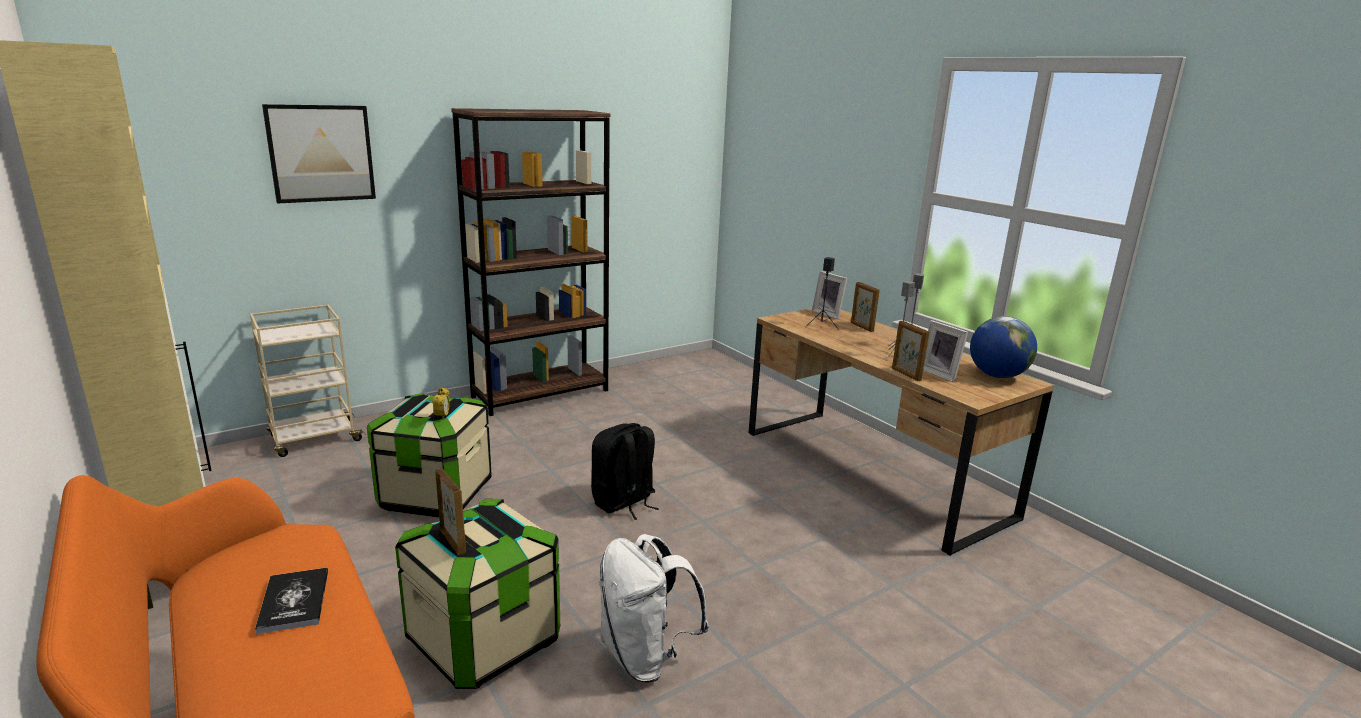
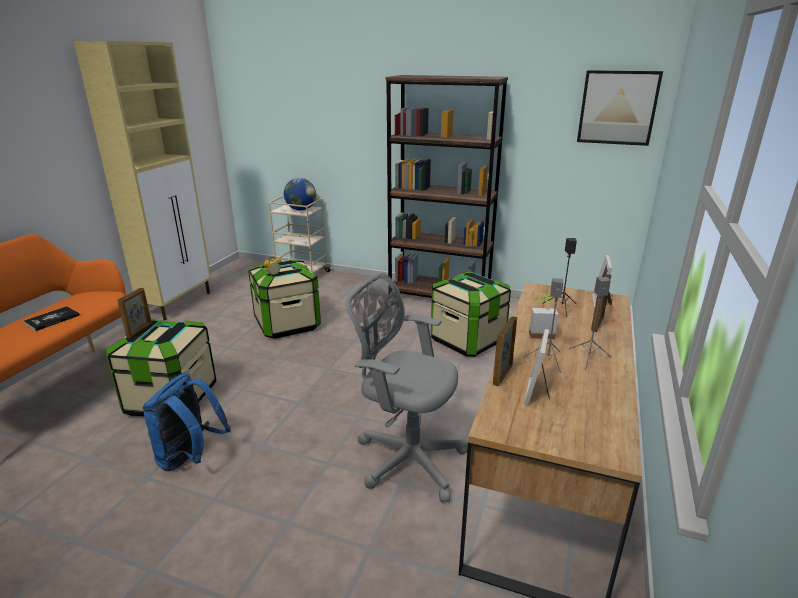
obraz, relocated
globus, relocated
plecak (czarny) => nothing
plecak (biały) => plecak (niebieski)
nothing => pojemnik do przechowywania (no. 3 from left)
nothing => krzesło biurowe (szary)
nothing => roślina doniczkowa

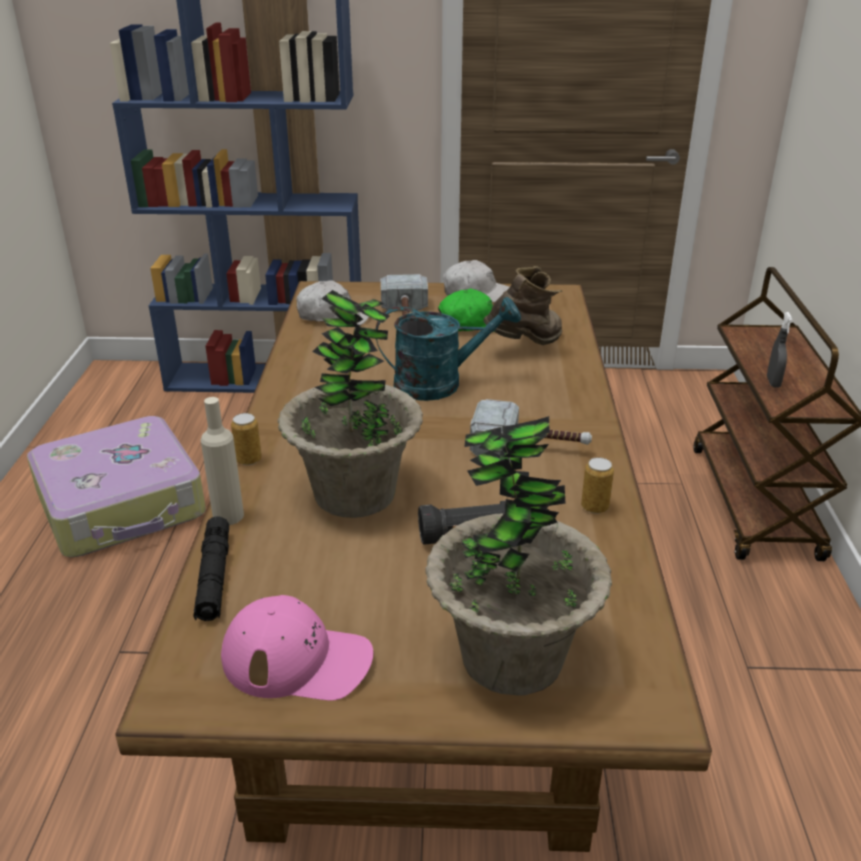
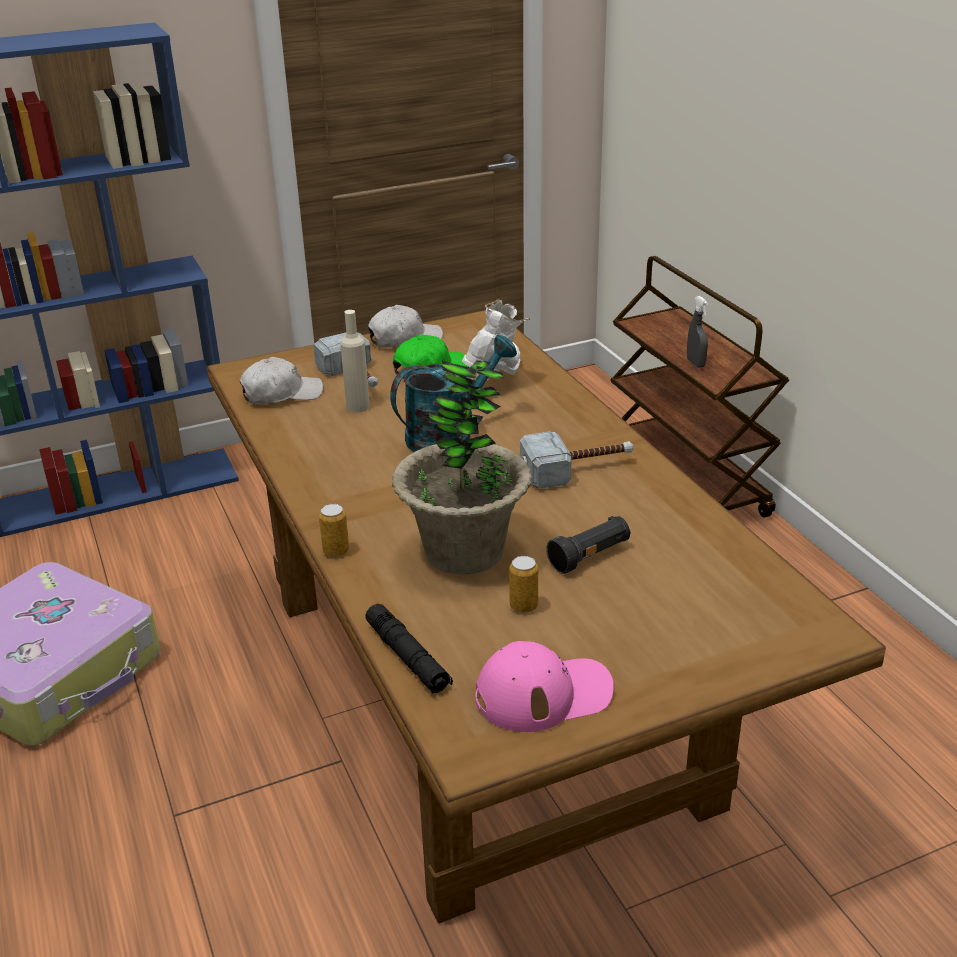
but z cholewką (brązowy) => but z cholewką (biały)
butelka (beżowy), relocated
roślina doniczkowa (no. 2 from left) => nothing
puszka (no. 2 from left), relocated

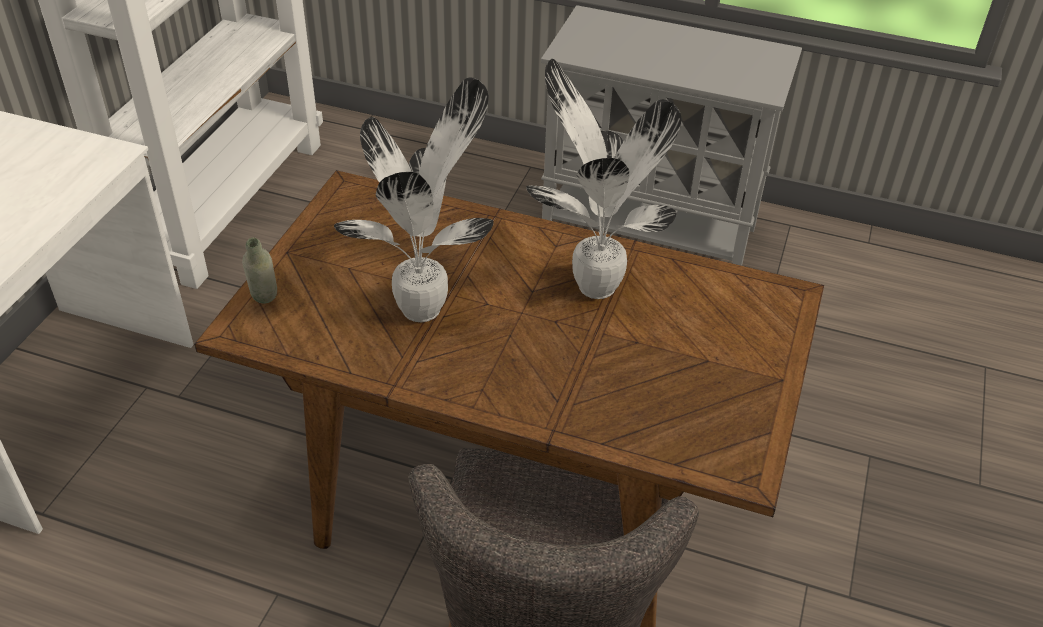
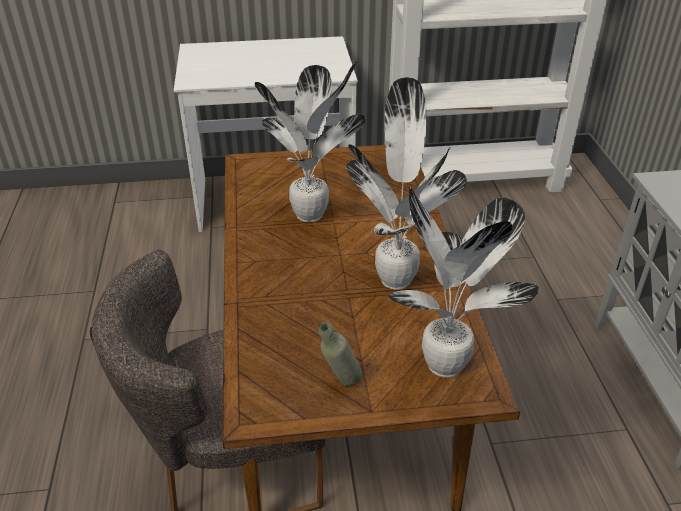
butelka (szary), relocated
nothing => roślina doniczkowa (no. 3 from left)

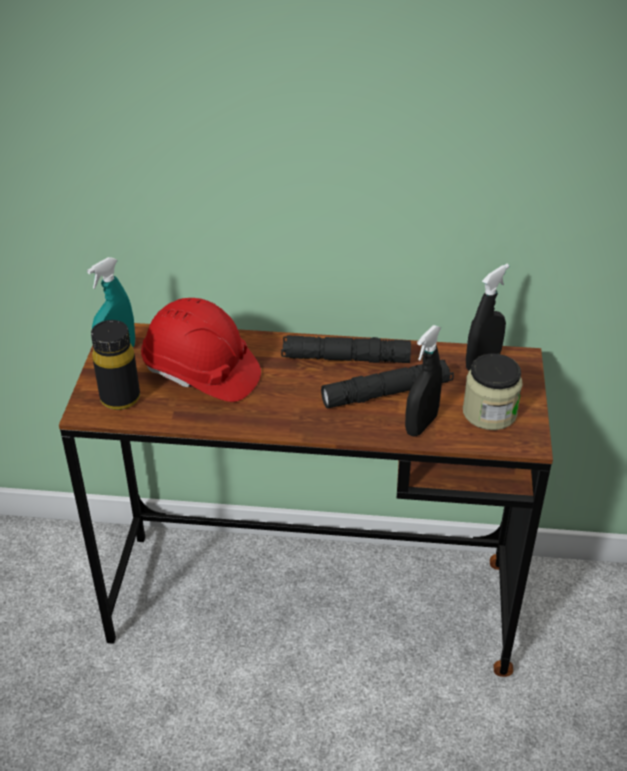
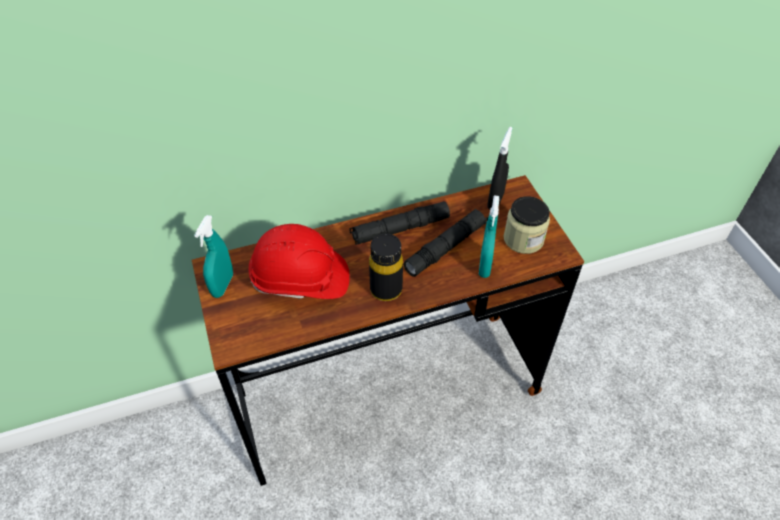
butelka (czarny), relocated
spryskiwacz (czarny) (no. 1 from left) => spryskiwacz (turkusowy) (no. 2 from left)

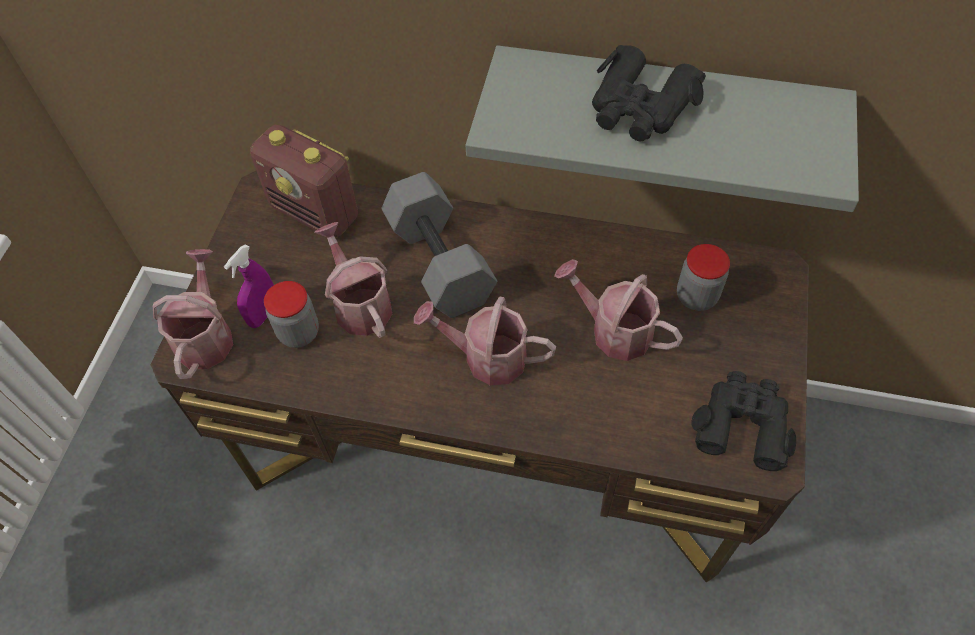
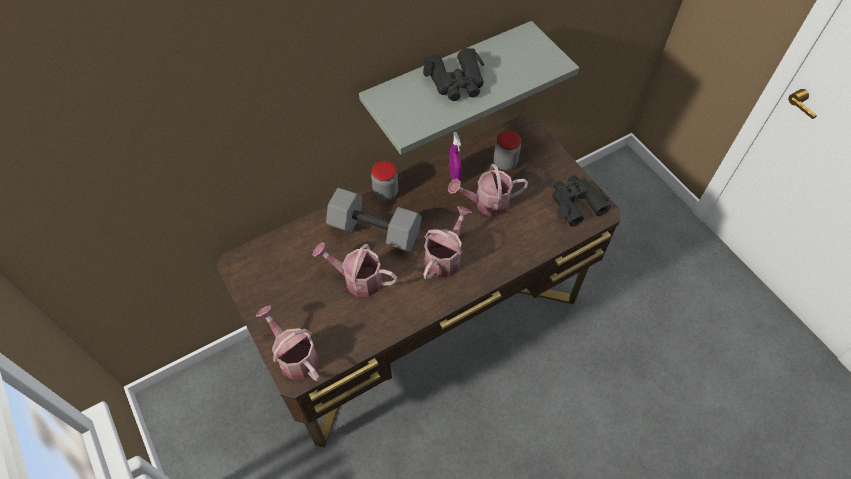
radio => nothing
spryskiwacz (fioletowy), relocated
słoik (no. 1 from left), relocated
konewka (no. 3 from left), 150 degrees clockwise

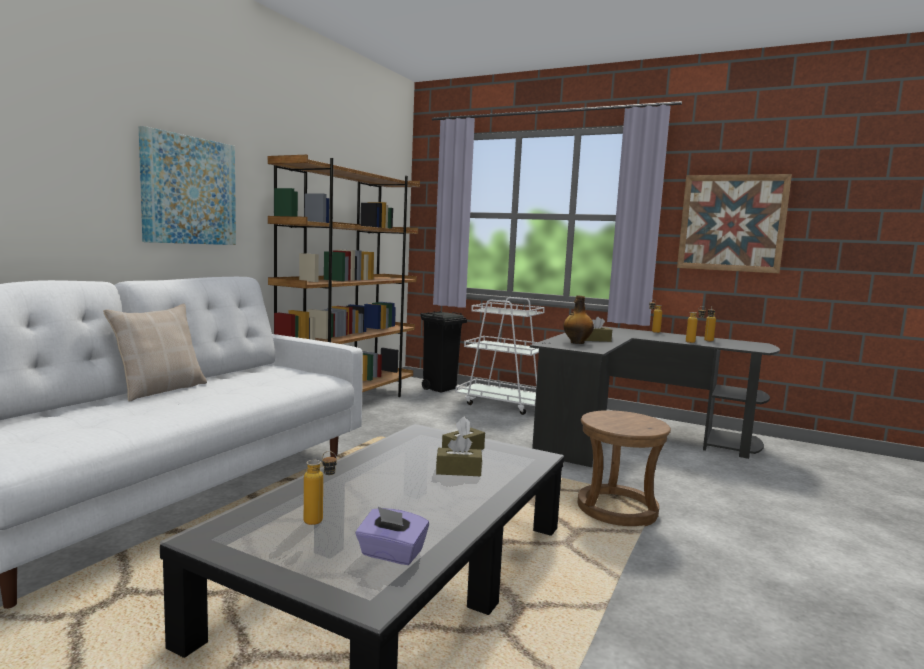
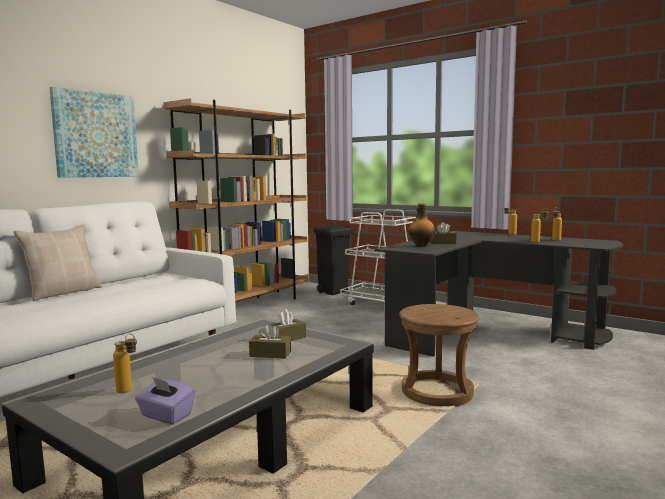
obraz (no. 2 from left) => nothing

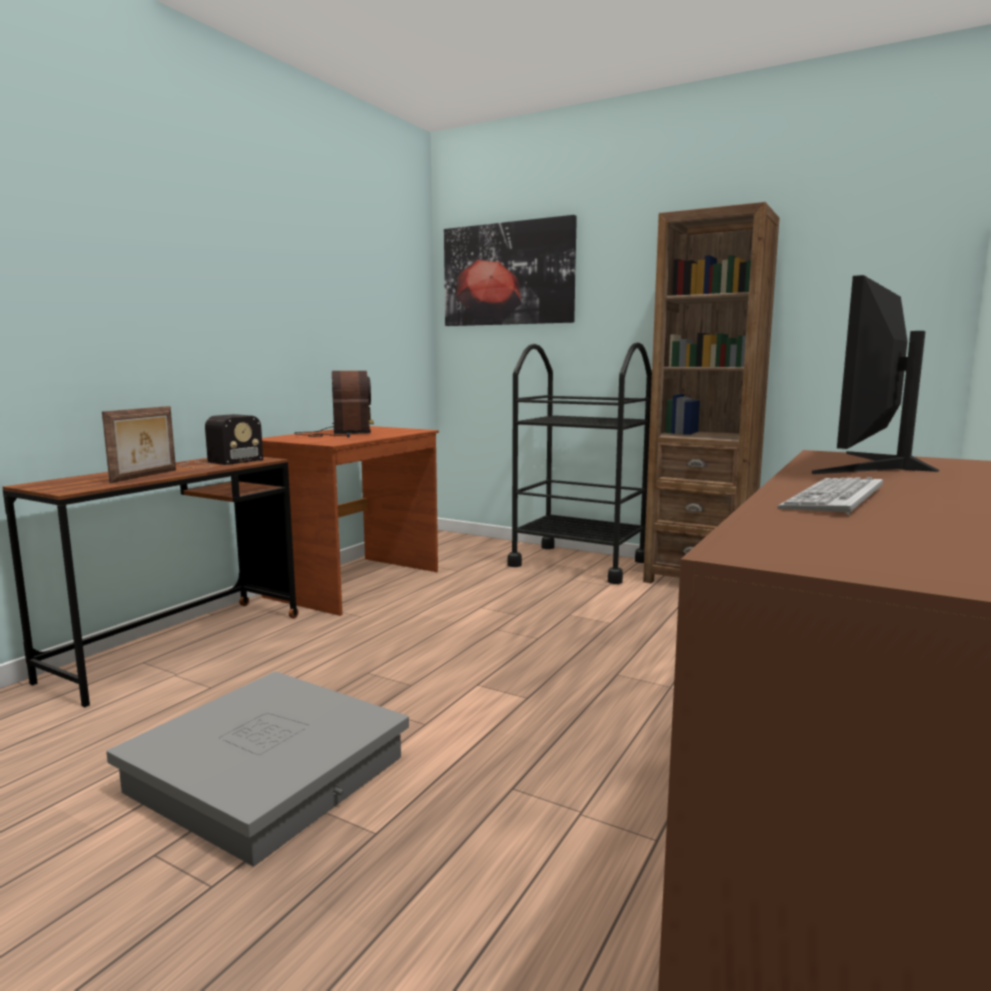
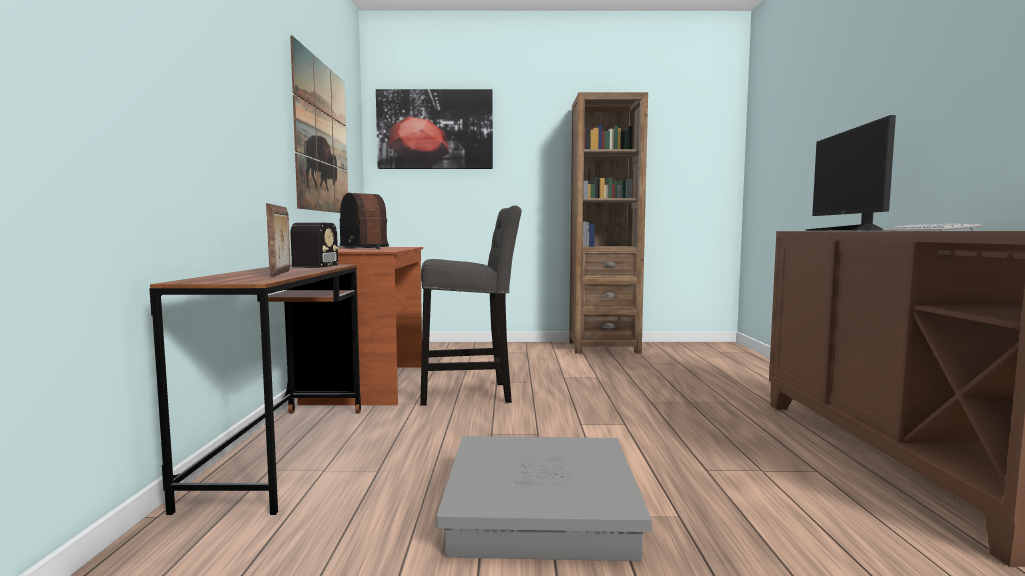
wózek (czarny) => nothing
nothing => obraz (no. 1 from left)
nothing => stołek (szary)

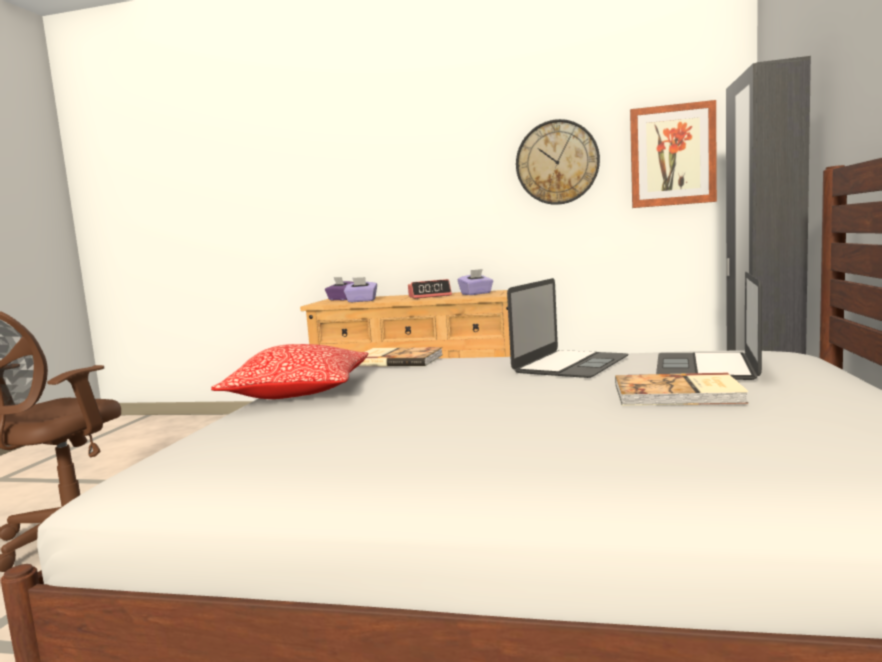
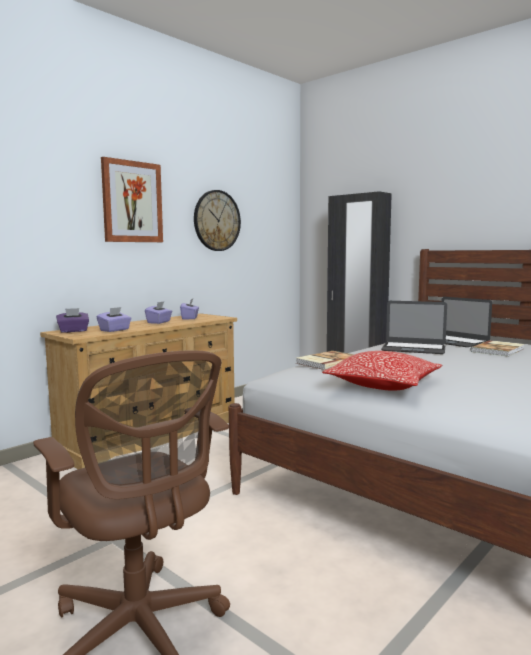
obraz, relocated
laptop (no. 1 from left), 135 degrees clockwise
budzik => pudełko chusteczek (fioletowy) (no. 3 from left)

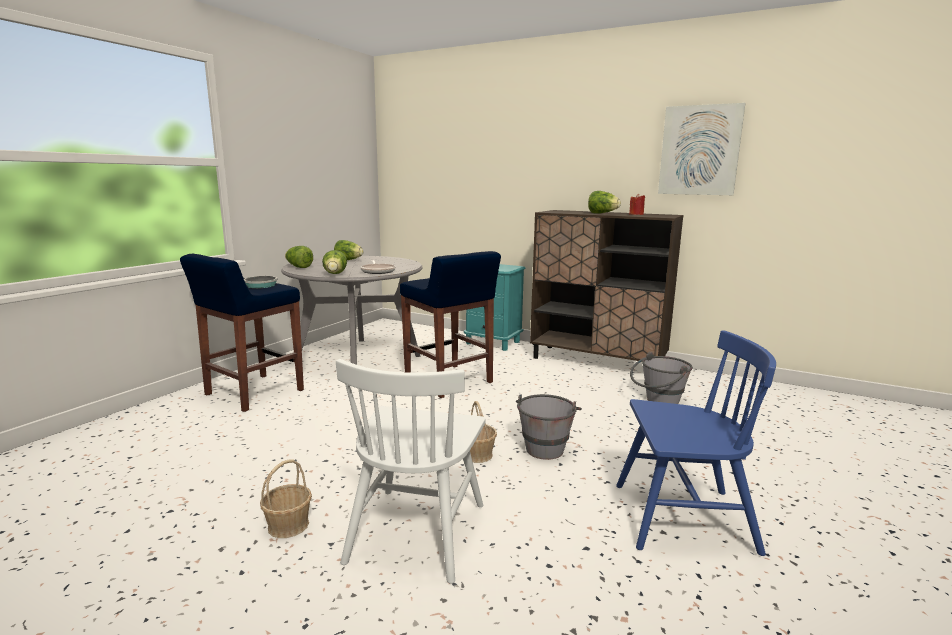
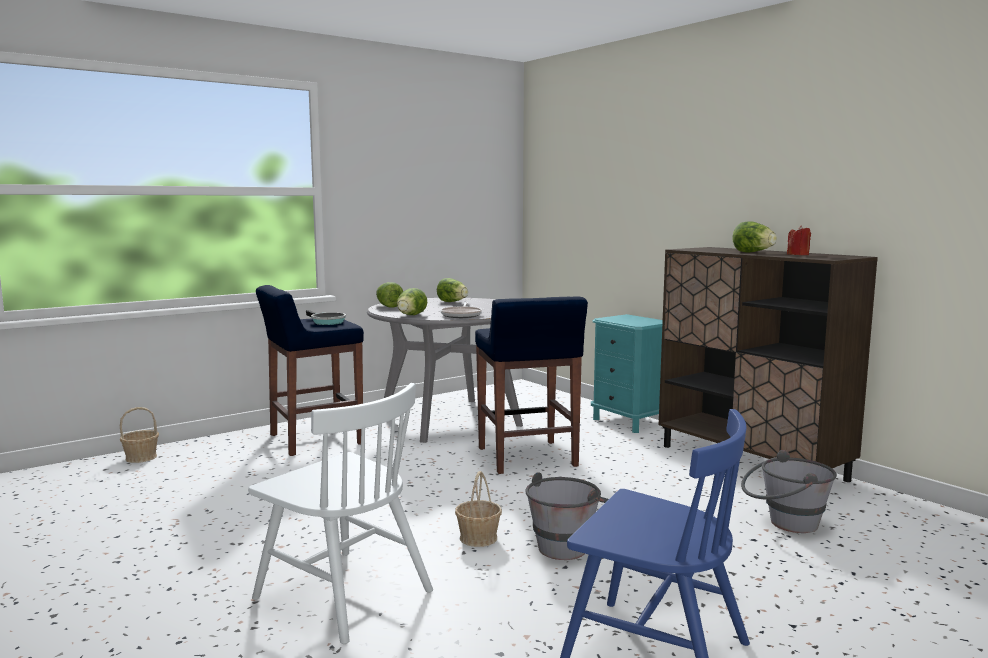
obraz => nothing
krzesło (biały), 90 degrees counterclockwise
koszyk (no. 1 from left), relocated

